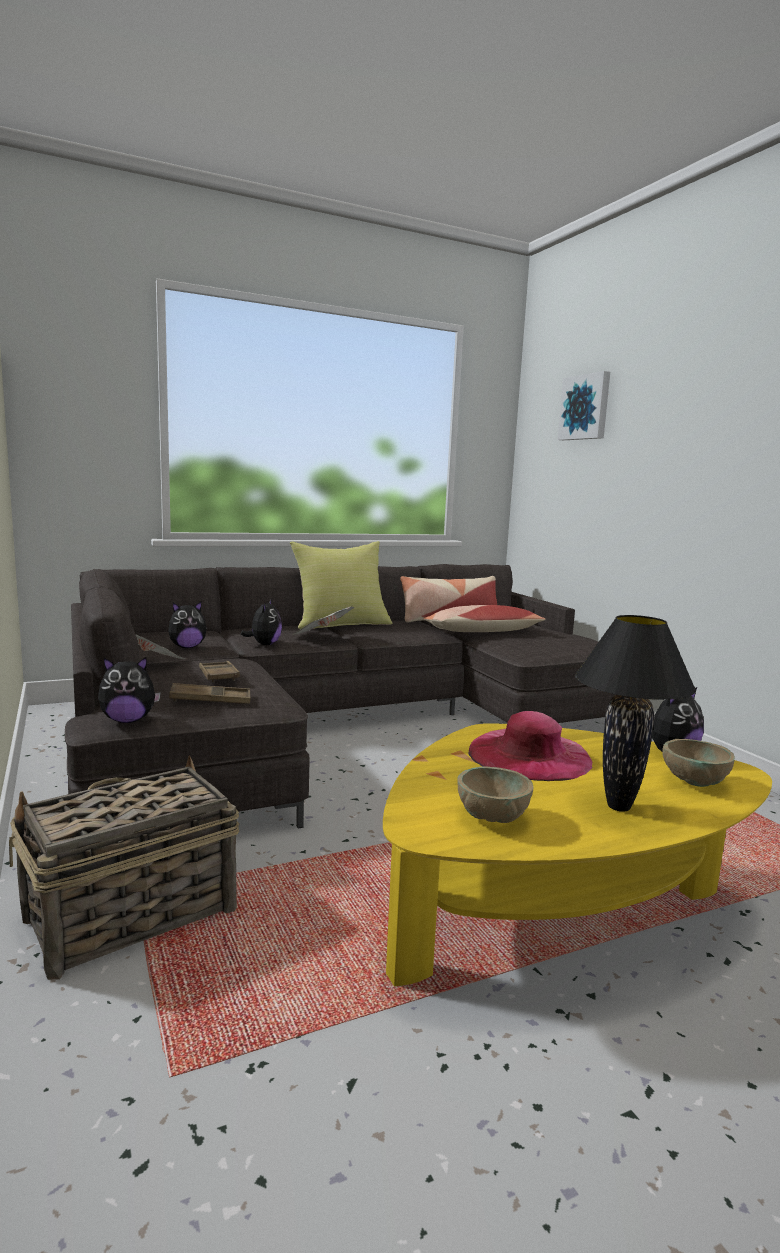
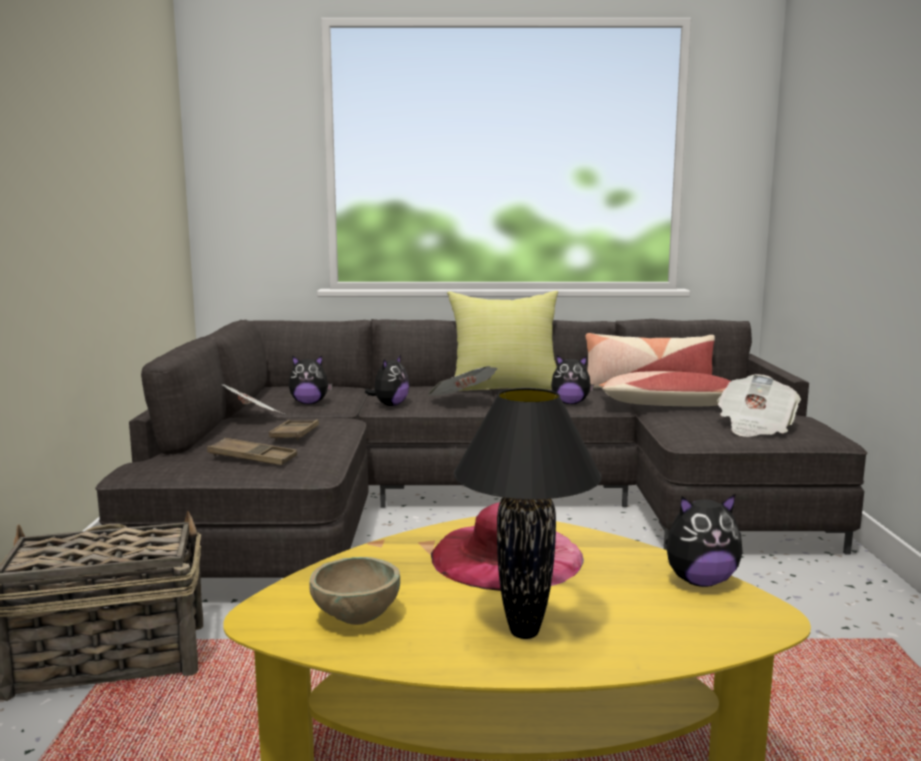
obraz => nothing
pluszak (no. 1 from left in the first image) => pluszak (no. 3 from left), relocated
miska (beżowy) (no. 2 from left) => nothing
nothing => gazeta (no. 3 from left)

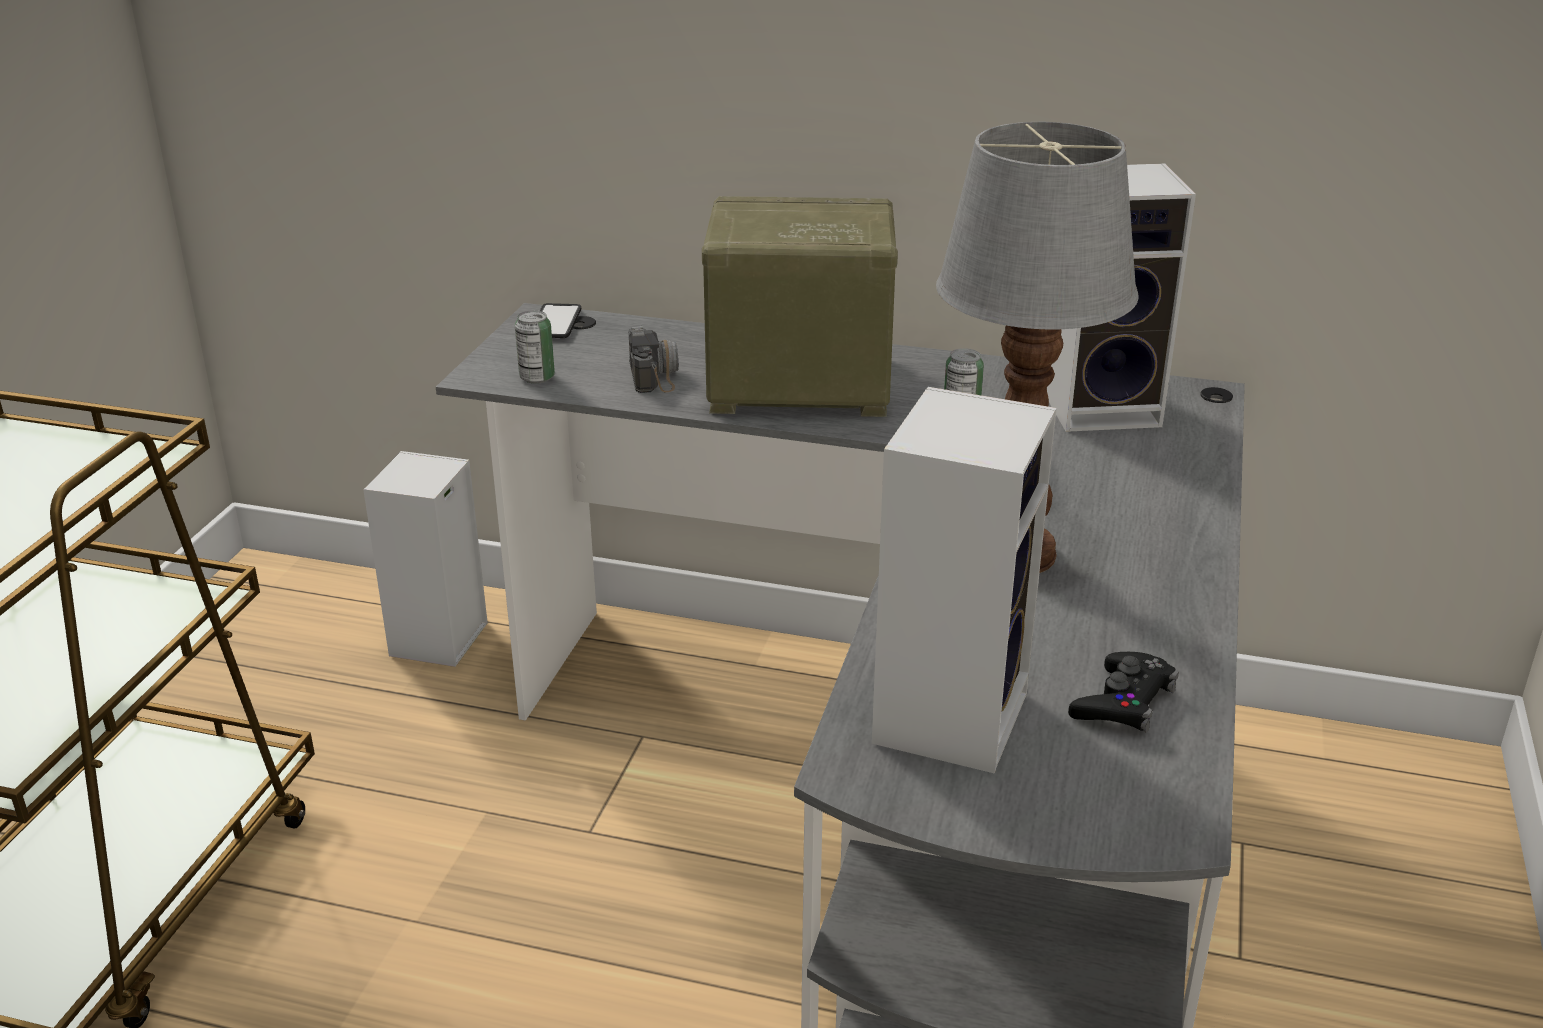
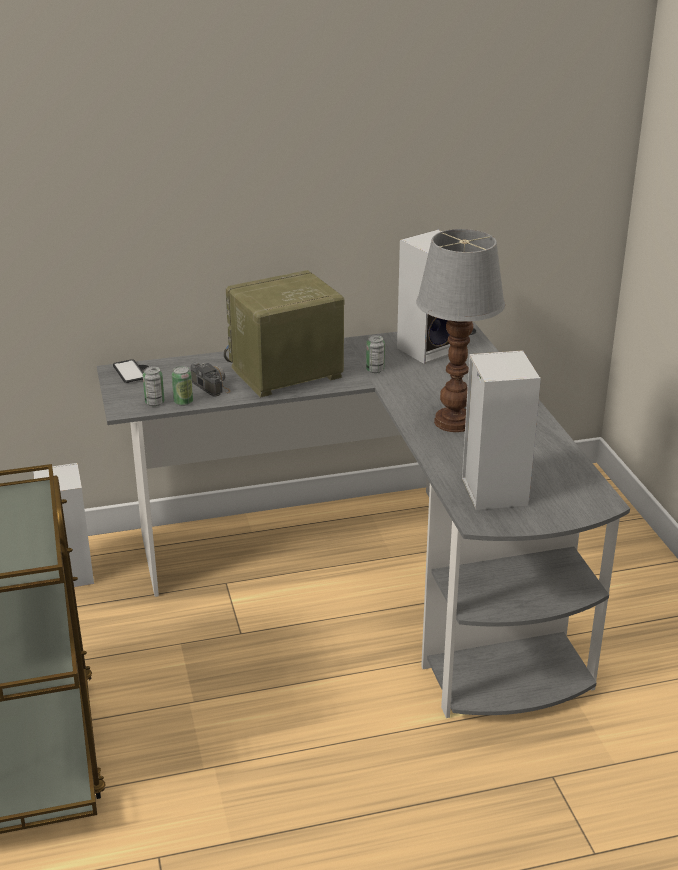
pad do gier (czarny) => nothing
nothing => puszka (no. 2 from left)

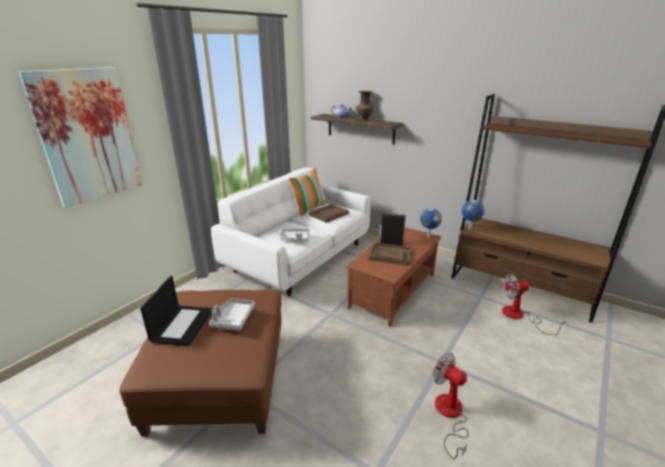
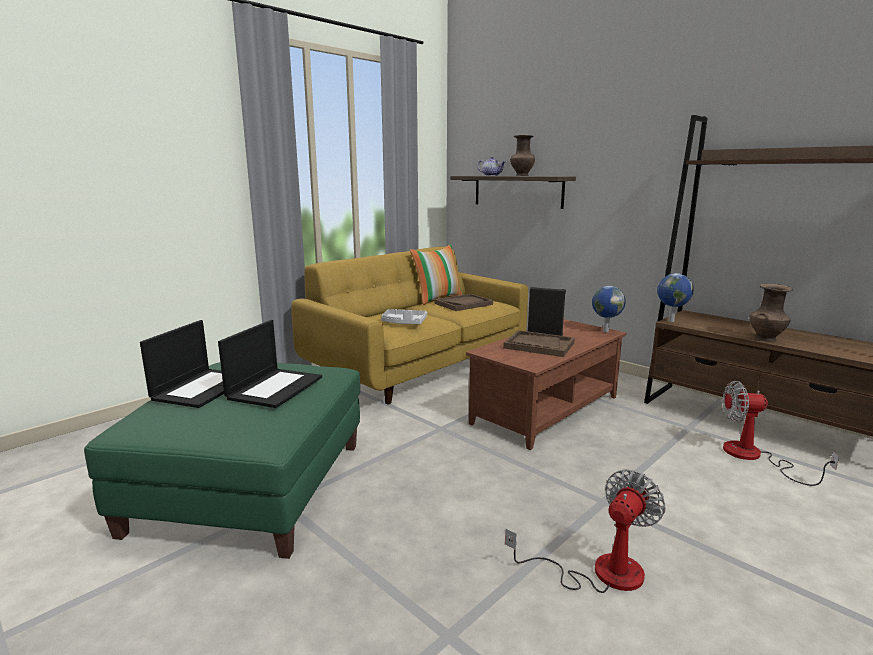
obraz => nothing
kanapa (biały) => kanapa (żółty)
pufa (brązowy) => pufa (zielony)
taca (szary) (no. 1 from left) => laptop (no. 2 from left)
wentylator (no. 1 from left), 75 degrees clockwise
nothing => wazon (brązowy) (no. 2 from left)

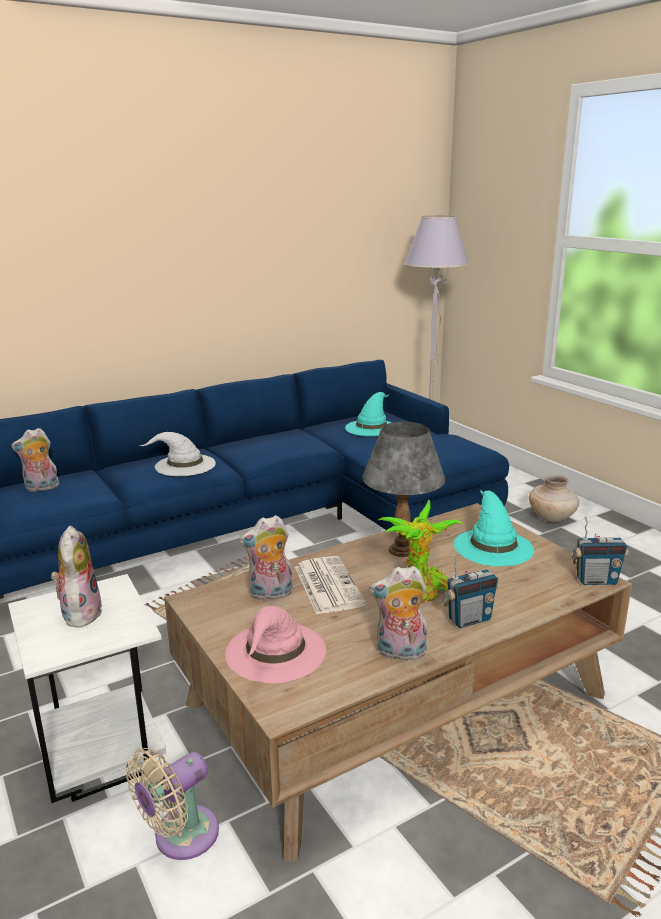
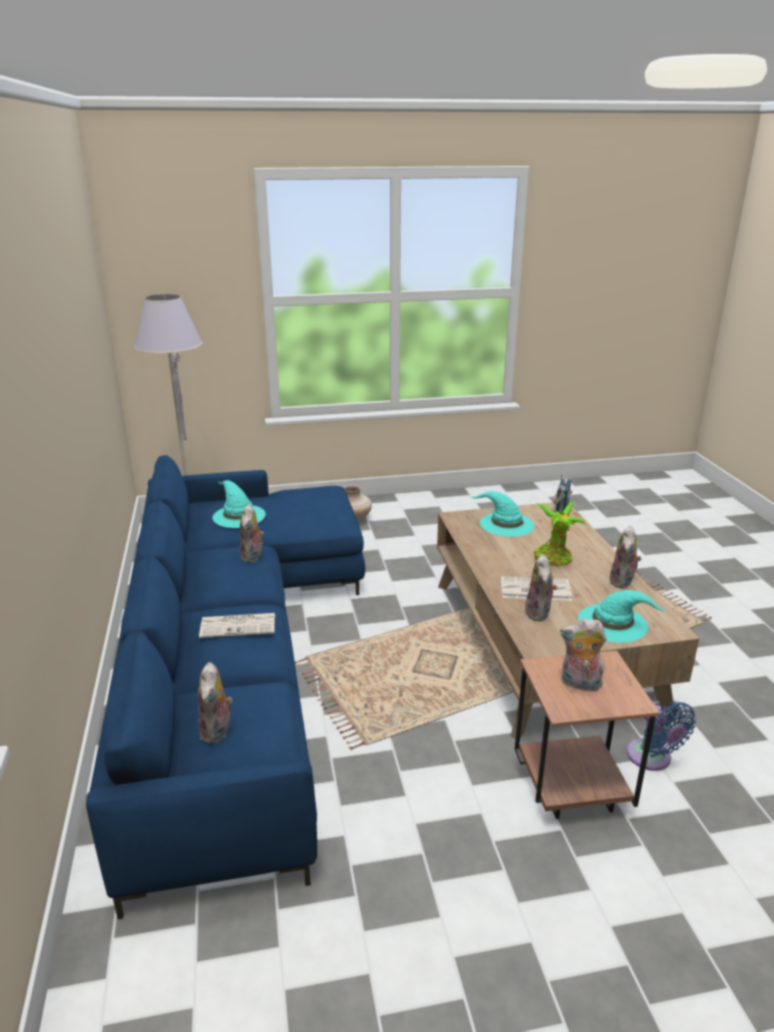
lampa stołowa (szary) => nothing
kapelusz (biały) => gazeta (no. 1 from left)
radio (no. 1 from left) => nothing
stolik (biały) => stolik (brązowy)
kapelusz (różowy) => kapelusz (turkusowy) (no. 3 from left)
wentylator (beżowy) => wentylator (niebieski)
nothing => pluszak (no. 2 from left)

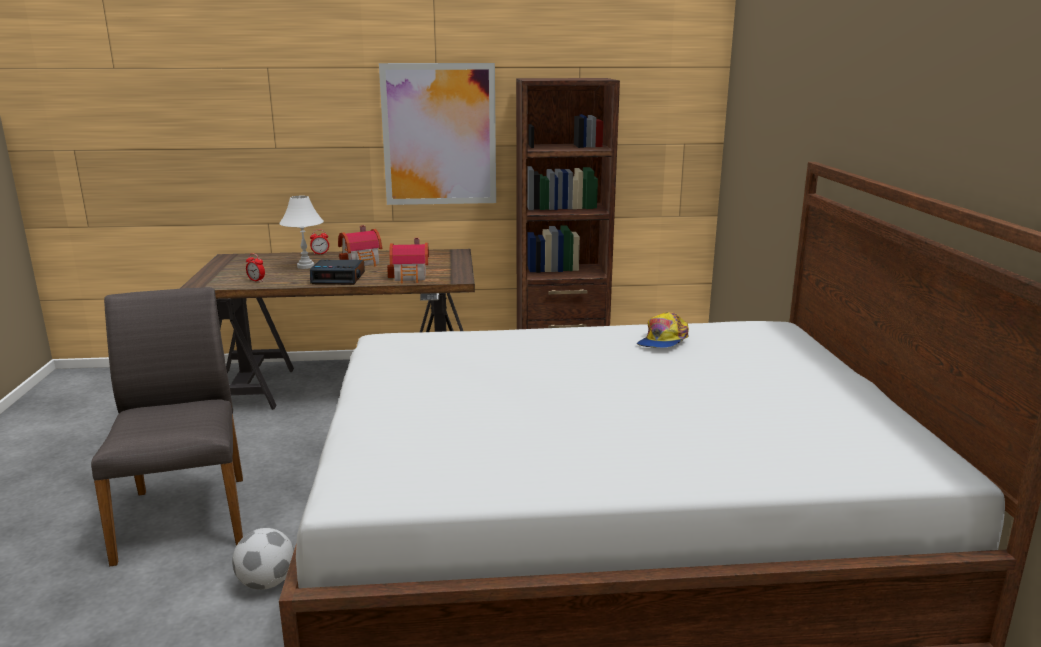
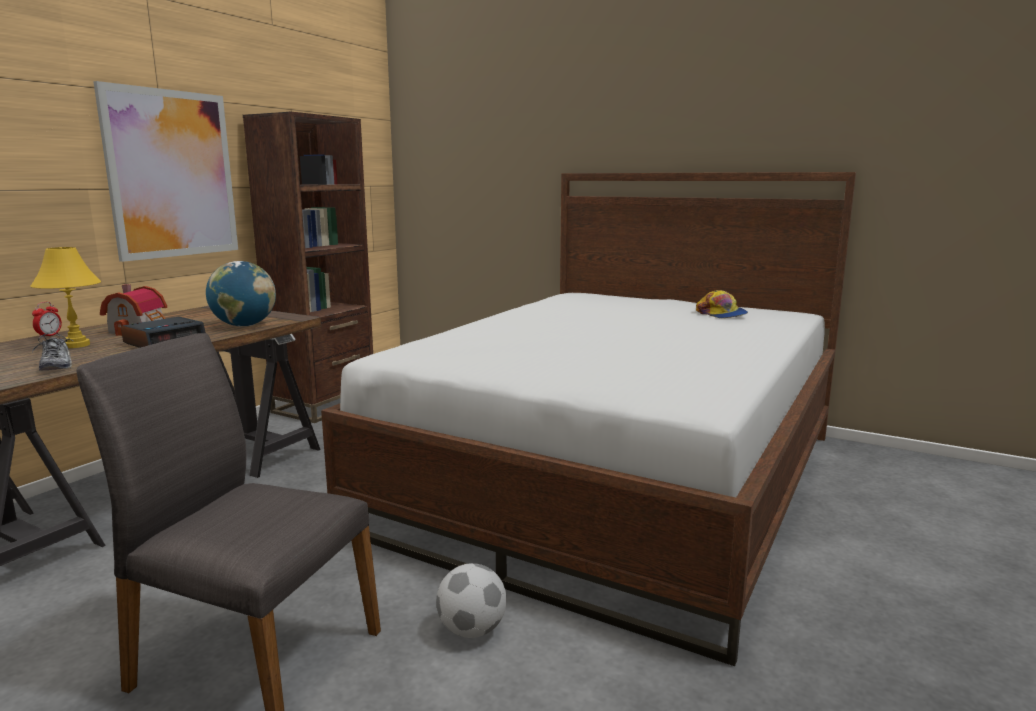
lampa stołowa (biały) => lampa stołowa (żółty)
domek (no. 2 from left) => globus
budzik (no. 1 from left) => but
czapka z daszkiem, relocated

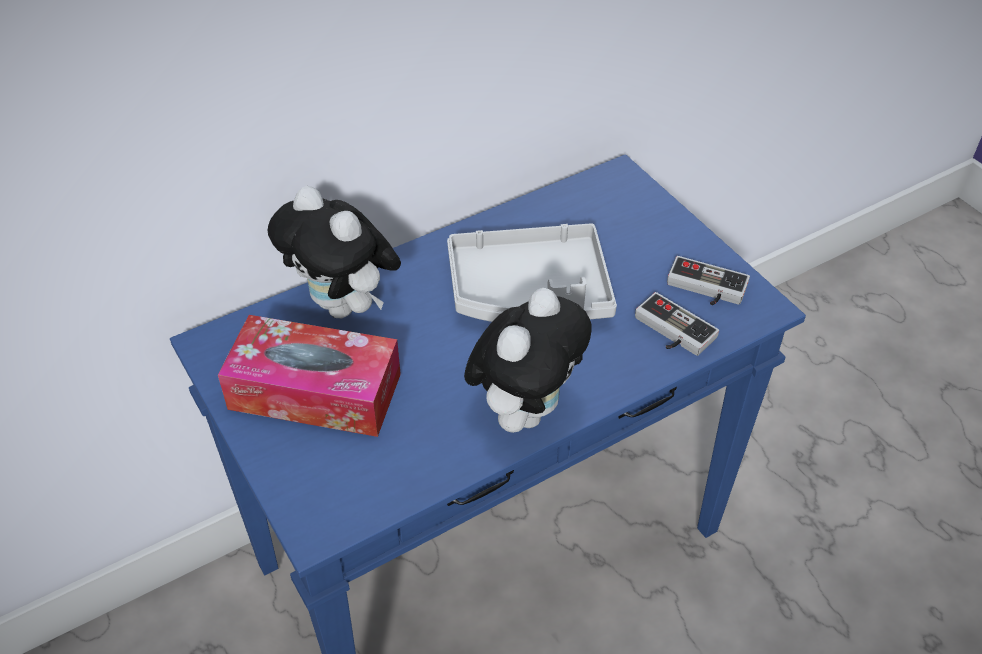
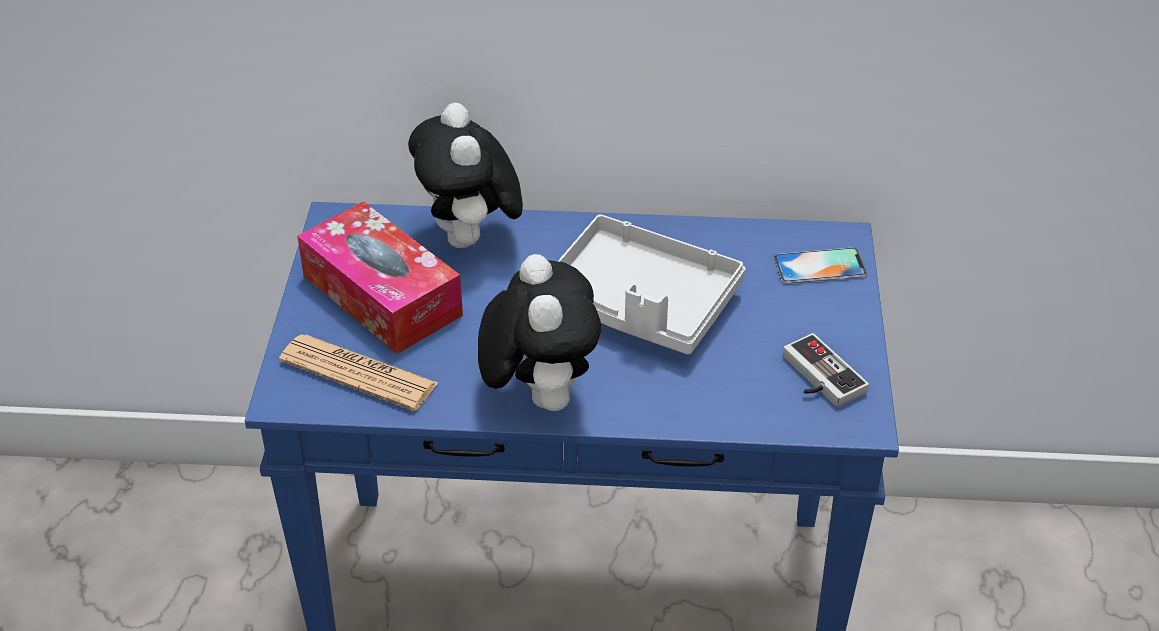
pluszak (no. 2 from left), 75 degrees counterclockwise
pad do gier (no. 1 from left) => nothing
nothing => telefon
nothing => gazeta

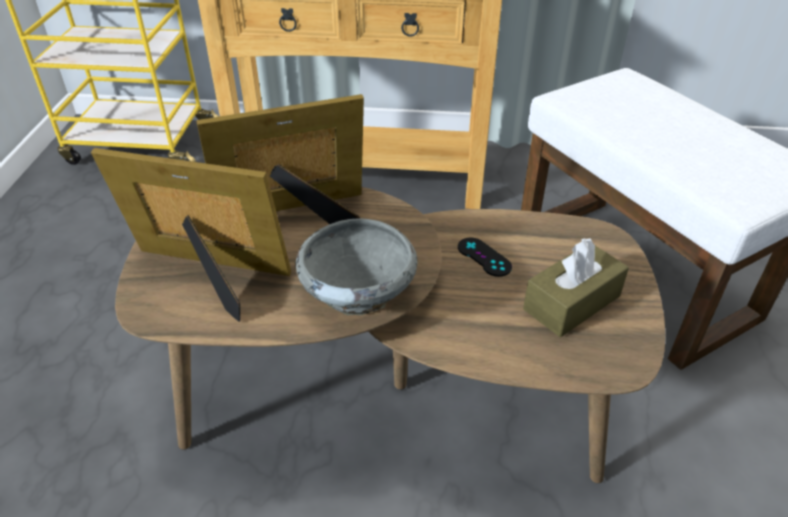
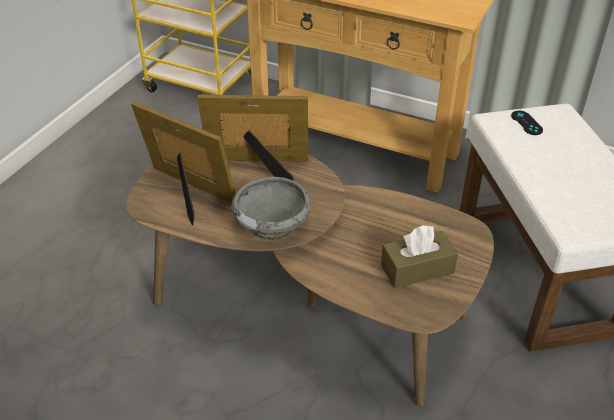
pad do gier (czarny), relocated

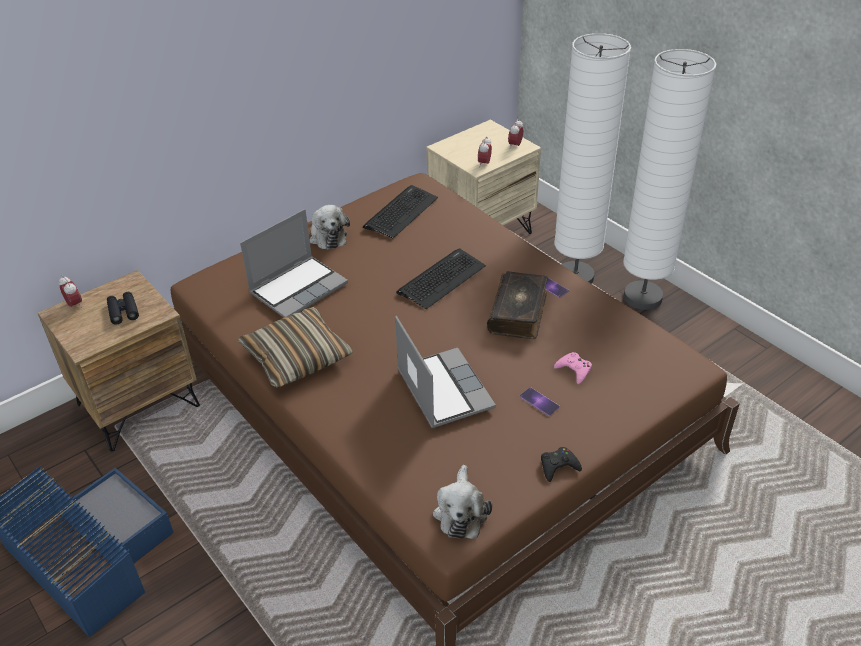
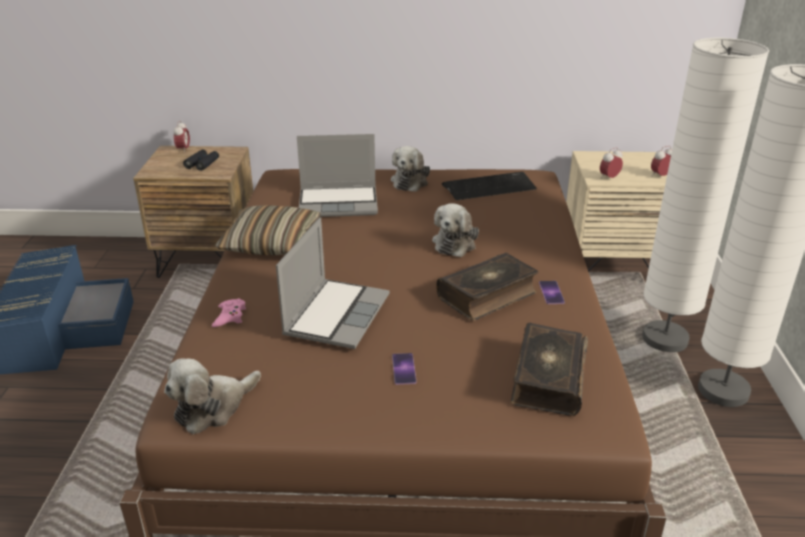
klawiatura (no. 2 from left) => pluszak (no. 3 from left)
pad do gier (różowy), relocated
pad do gier (czarny) => nothing
nothing => książka (no. 2 from left)

